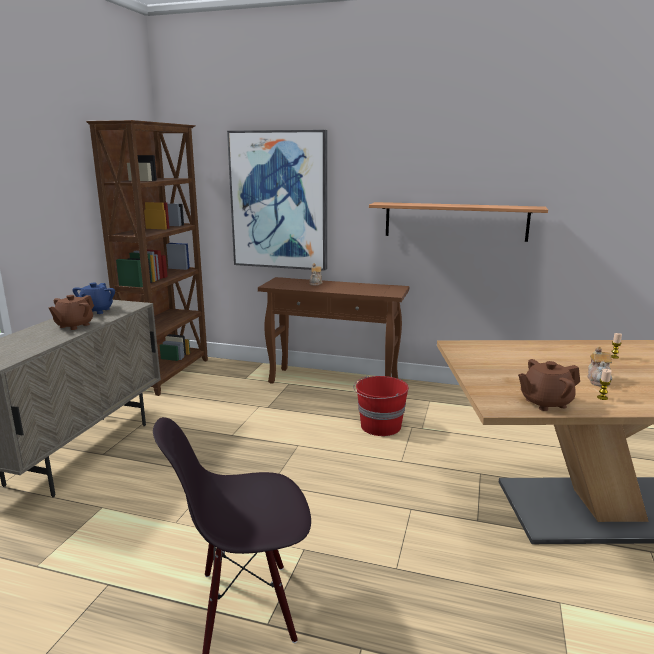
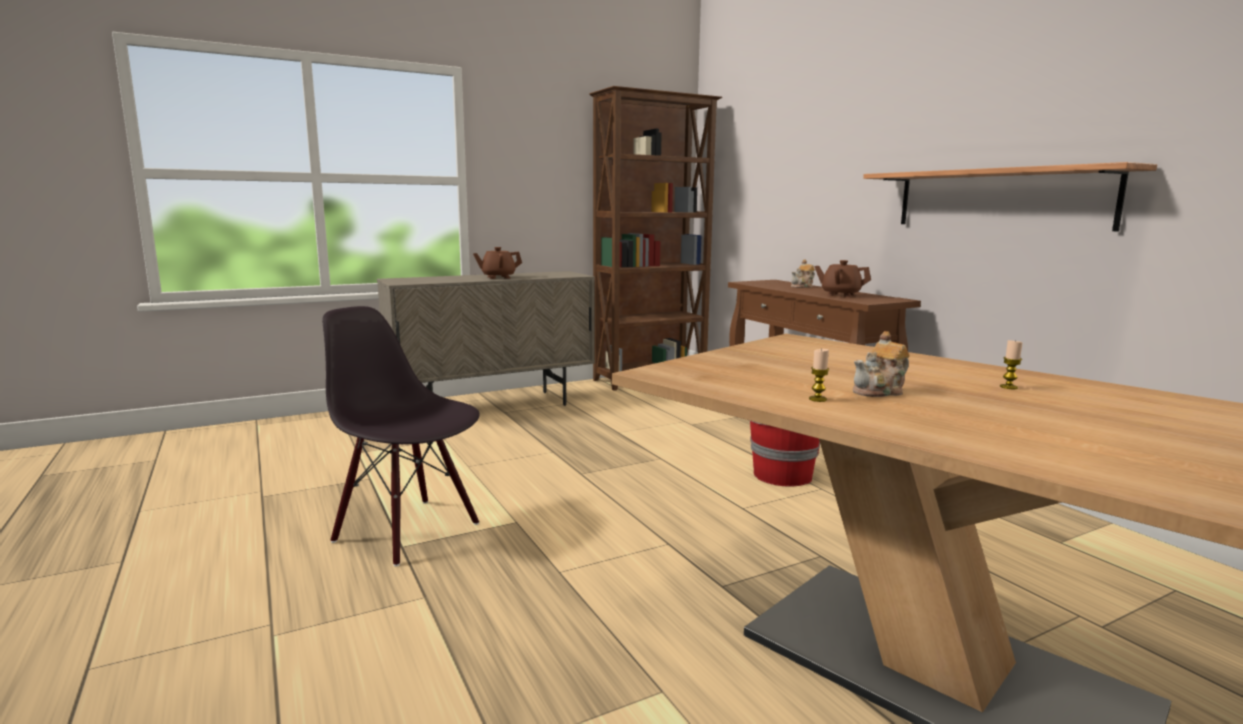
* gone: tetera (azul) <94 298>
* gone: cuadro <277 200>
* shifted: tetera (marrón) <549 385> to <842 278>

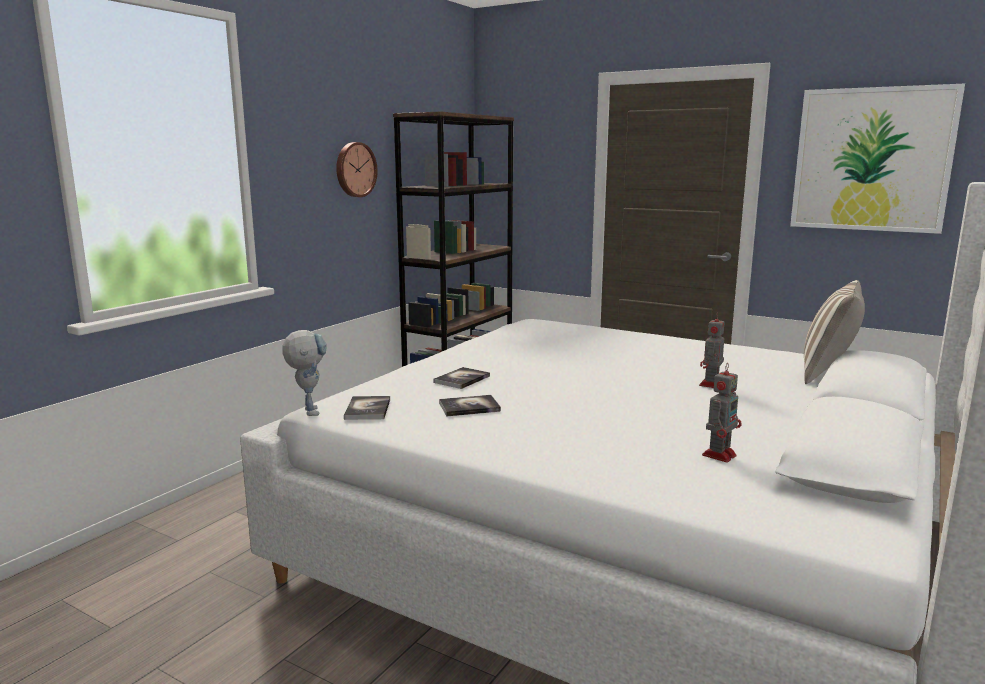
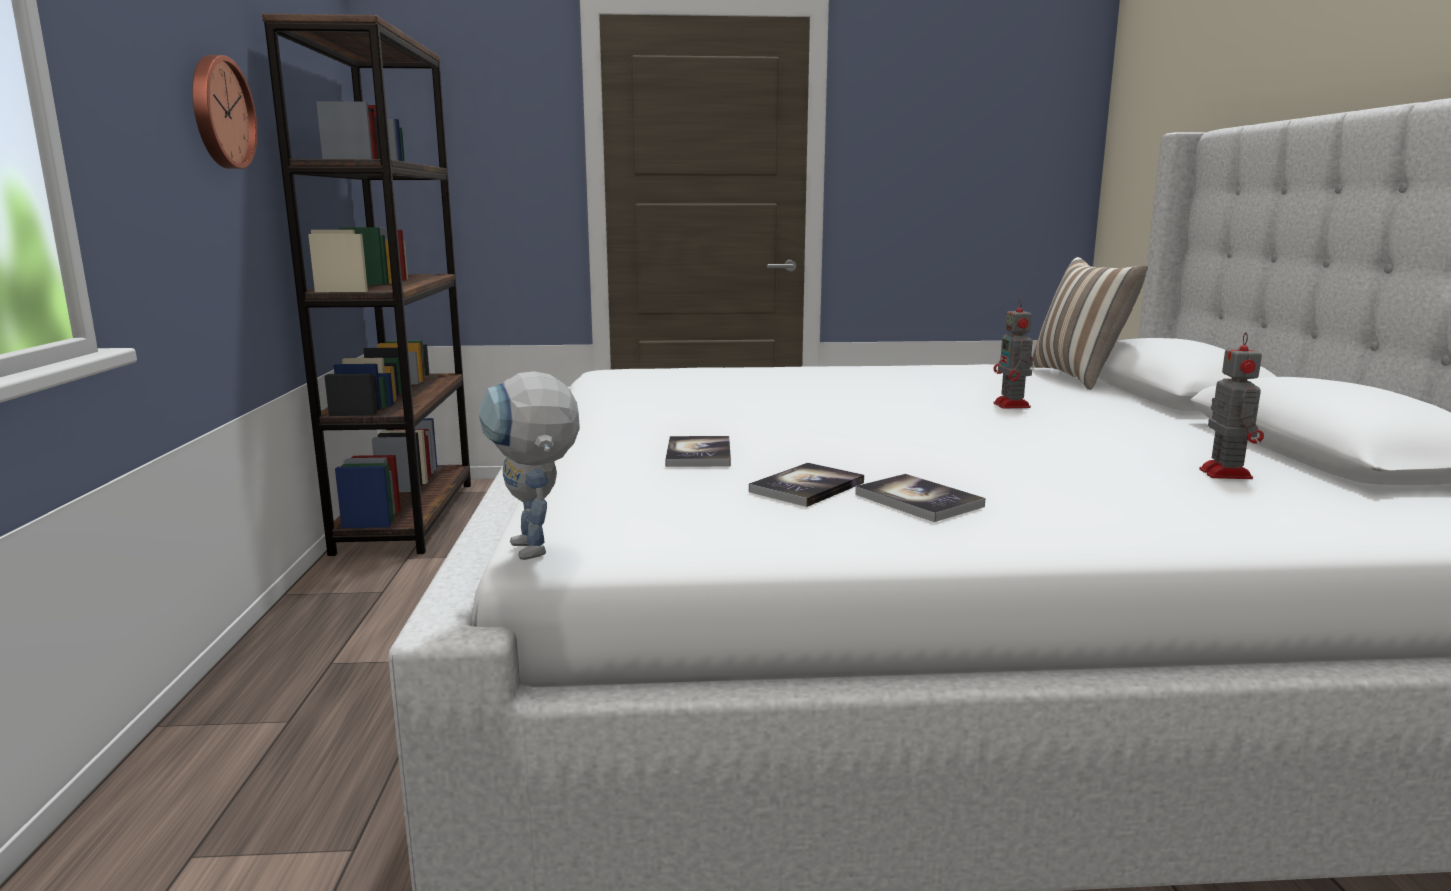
* rotated: robot de juguete <304 373> = <529 465> 150 degrees counterclockwise
* shifted: libro <367 408> to <920 498>
* gone: cuadro <877 159>

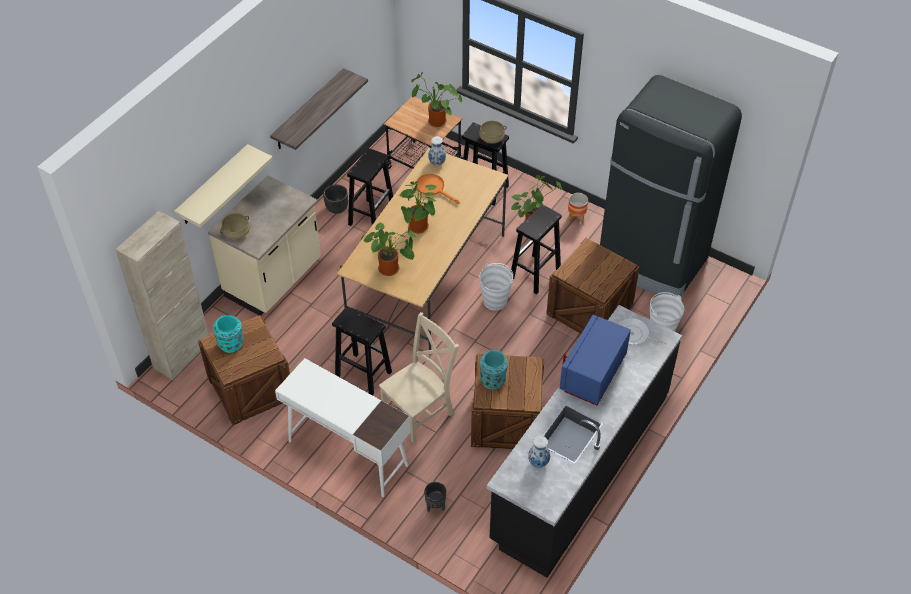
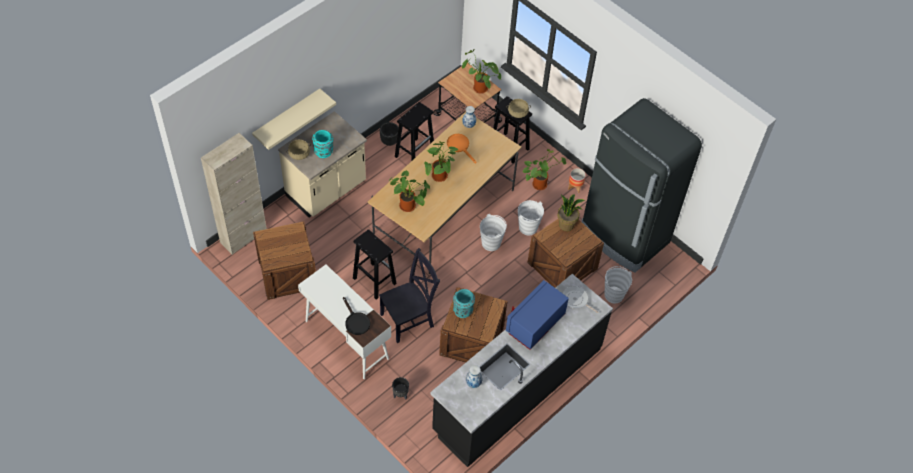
* shifted: florero (turquesa) <228 334> to <322 144>
* gone: estante <319 109>
* repainted: silla (beis) <419 378> to silla (negro) <409 295>
* swapped: taburete (negro) <536 249> to cubo (blanco) <531 217>
* new: sartén (negro) <356 316>
* new: planta en maceta <571 212>

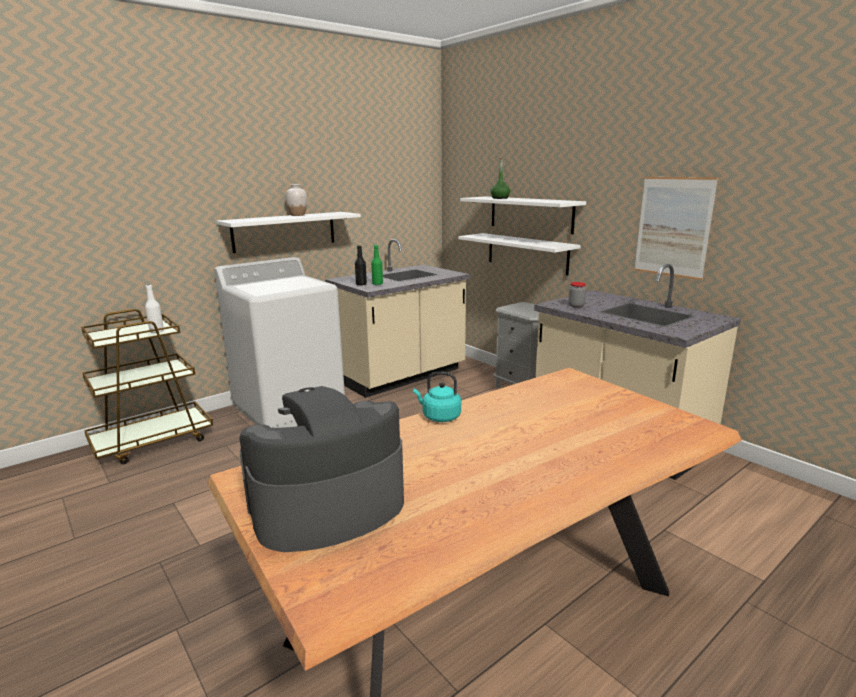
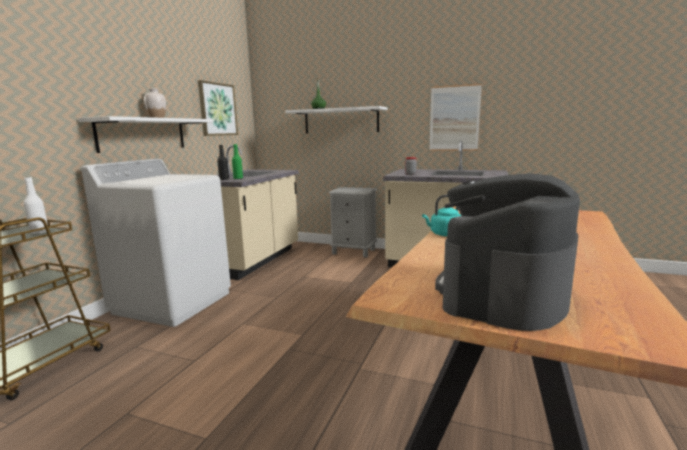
* gone: estante (blanco) <519 254>
* new: cuadro <218 108>

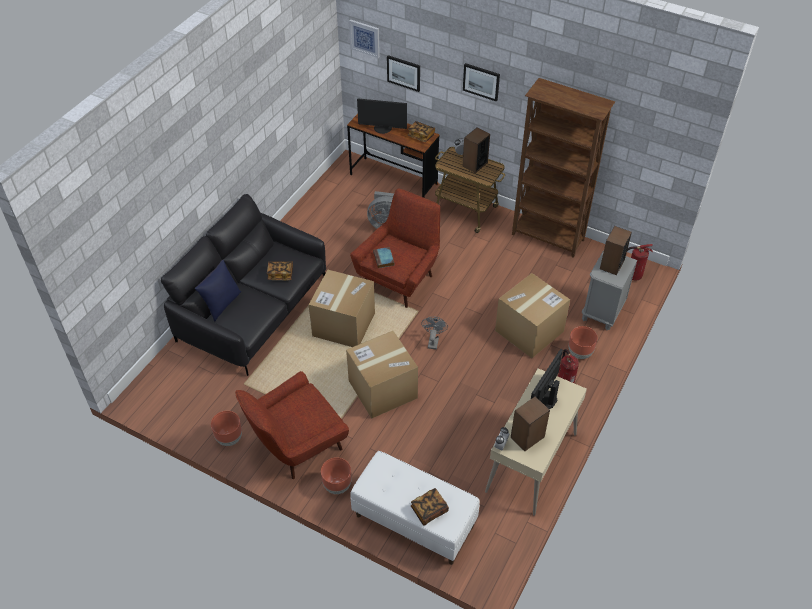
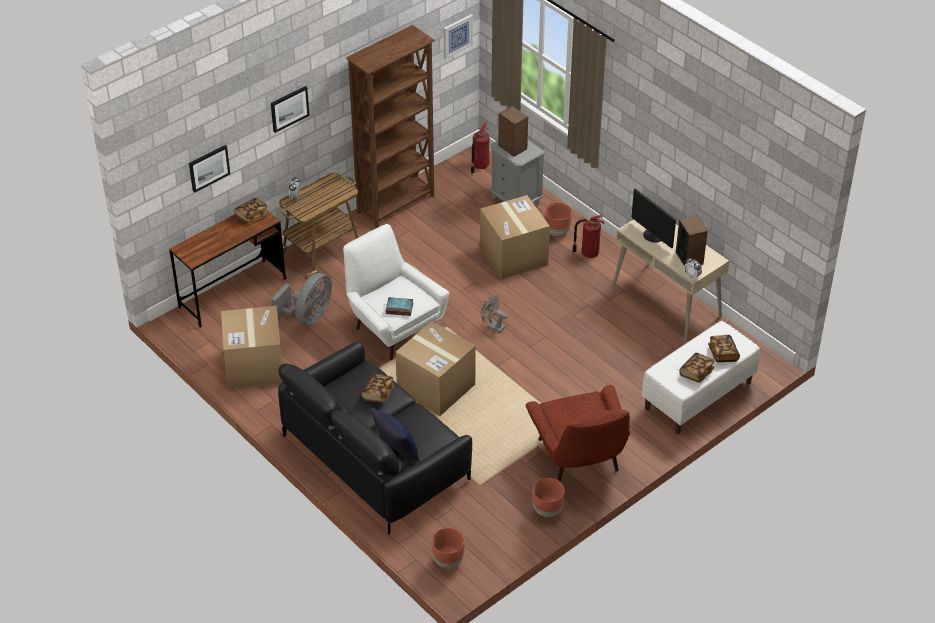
* shifted: maceta (marrón) <336 475> to <448 548>
* shifted: caja de cartón <382 375> to <252 347>
* shifted: cuadro <364 38> to <458 36>
* repainted: sillón (rojo) <395 248> to sillón (blanco) <396 292>
* gone: monitor <382 116>
* gone: altavoz <476 150>
* new: libro <697 368>

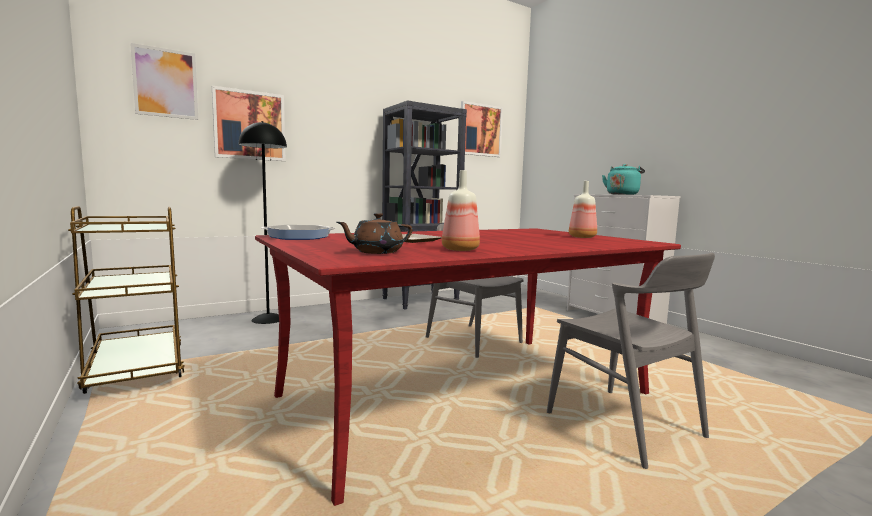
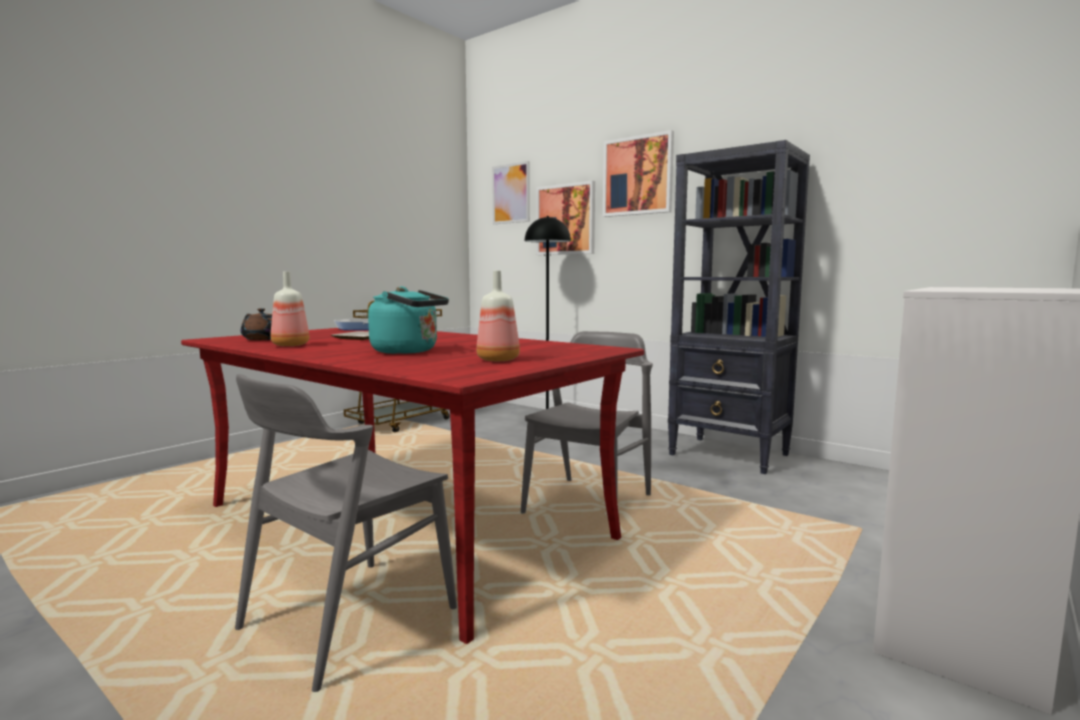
* shifted: cuadro <482 129> to <638 173>
* shifted: hervidor (turquesa) <623 179> to <408 320>

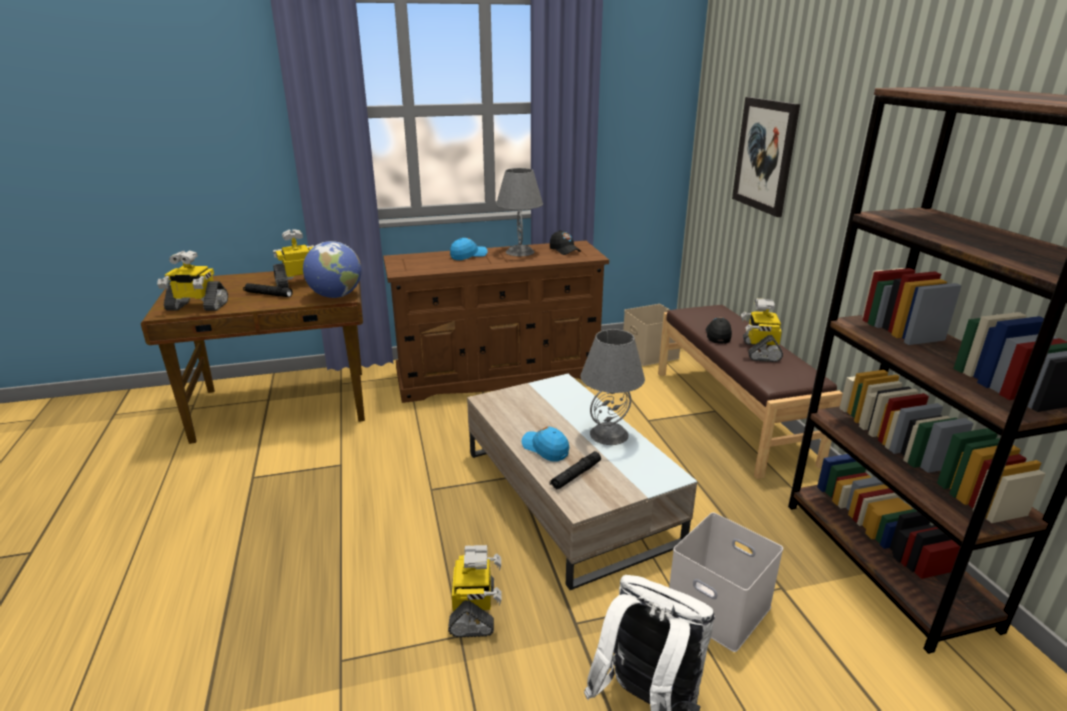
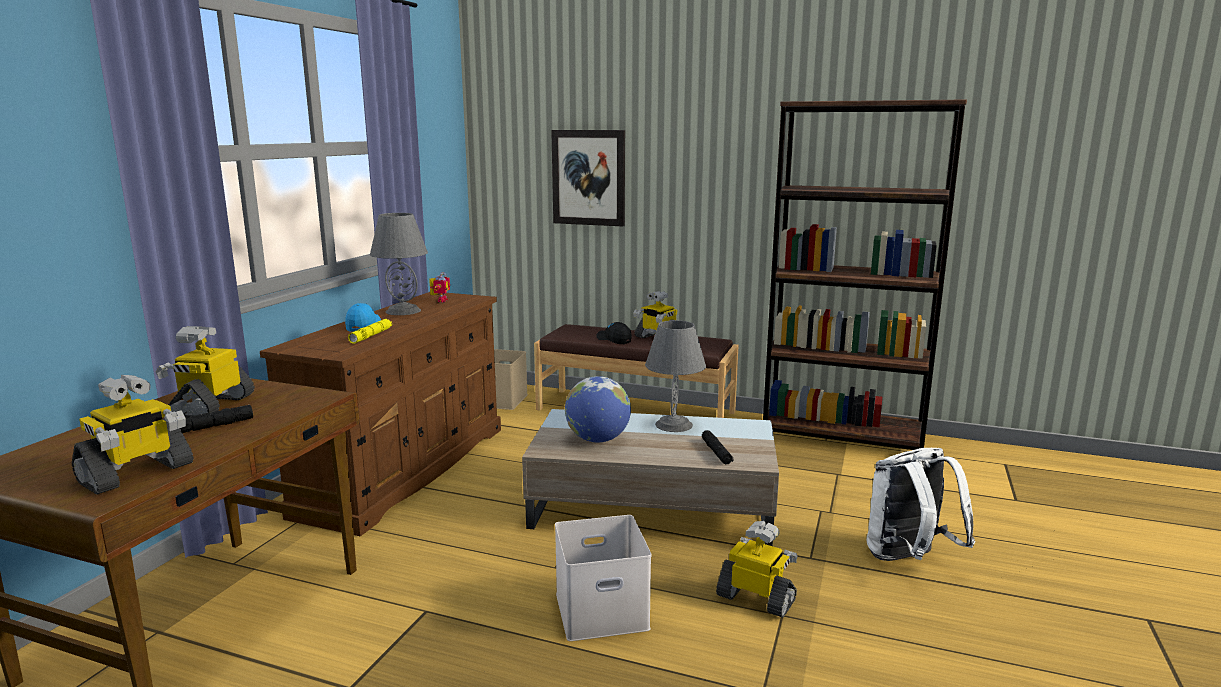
* shifted: globo terráqueo <332 269> to <598 409>
* gone: gorra (azul) <545 444>
* swapped: gorra (negro) <565 242> to robot de juguete <439 287>
* shifted: caja de almacenaje (blanco) <726 582> to <603 578>
* new: linterna (amarillo) <370 331>

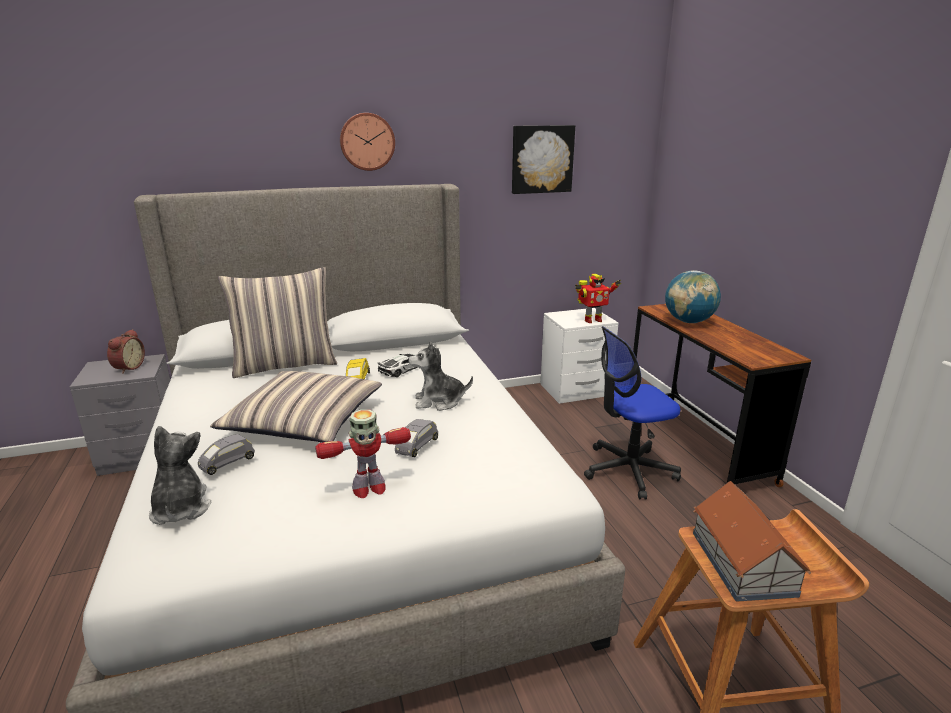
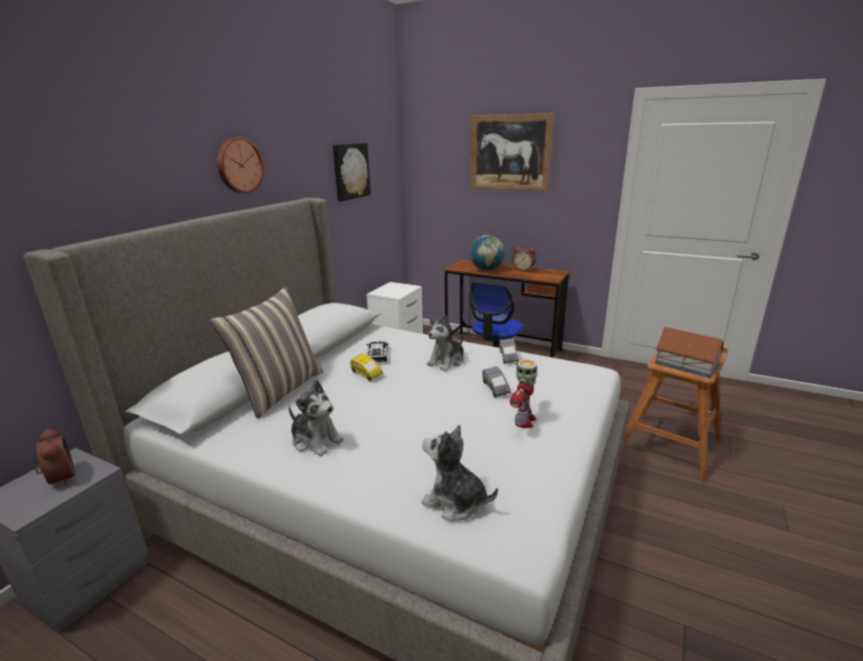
* shifted: coche de juguete (gris) <226 454> to <509 351>
* gone: cojín <296 407>
* gone: robot de juguete <598 298>
* new: peluche <316 418>
* new: cuadro <512 152>
* new: despertador <524 258>

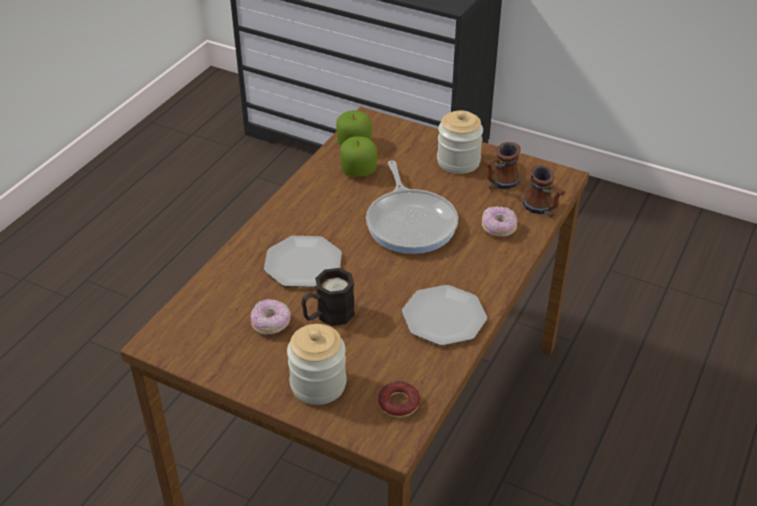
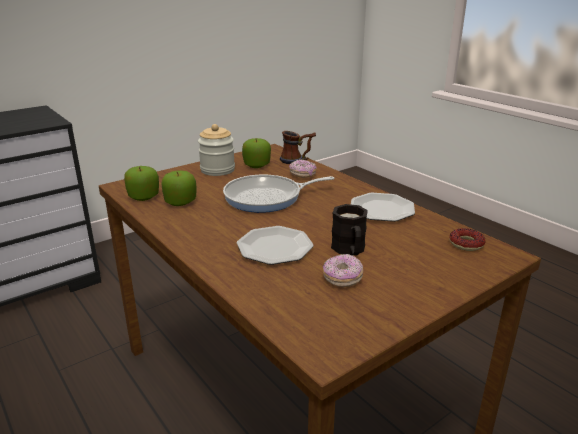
* gone: tarro <316 364>
* rotated: sartén <412 207> = <279 194> 150 degrees clockwise
* swapped: taza grande <502 165> to manzana <256 153>

